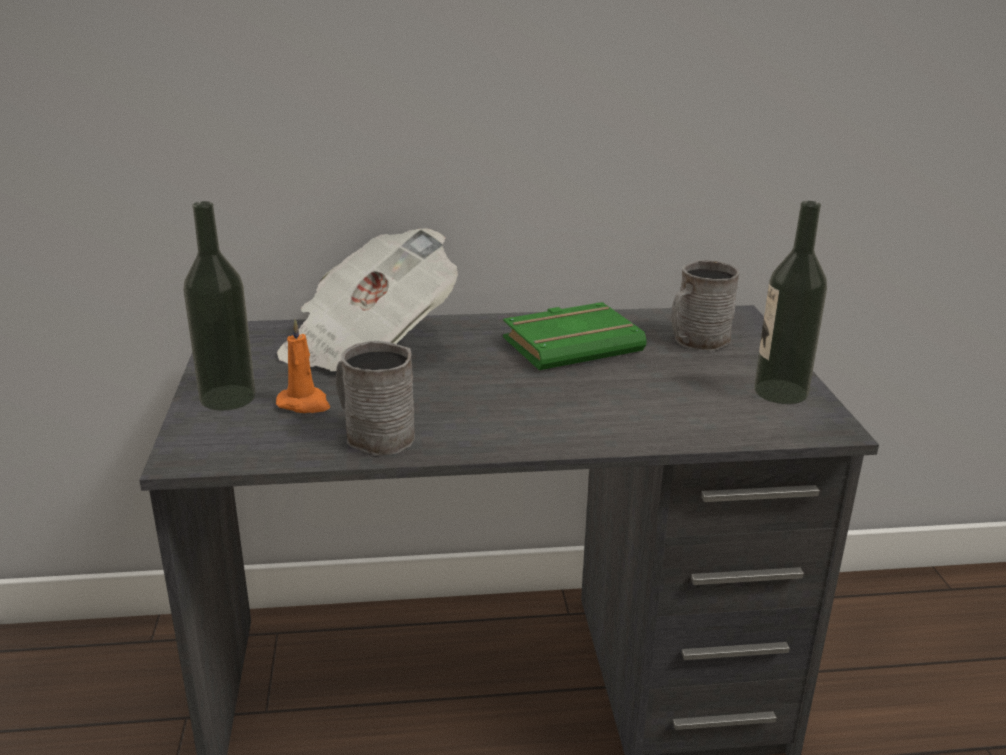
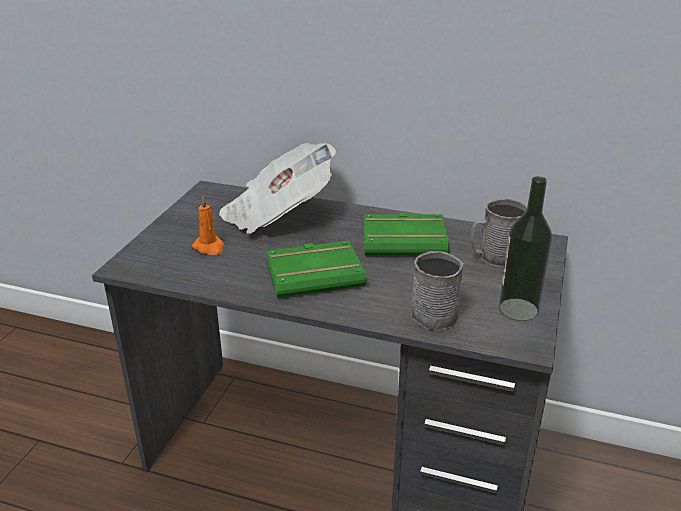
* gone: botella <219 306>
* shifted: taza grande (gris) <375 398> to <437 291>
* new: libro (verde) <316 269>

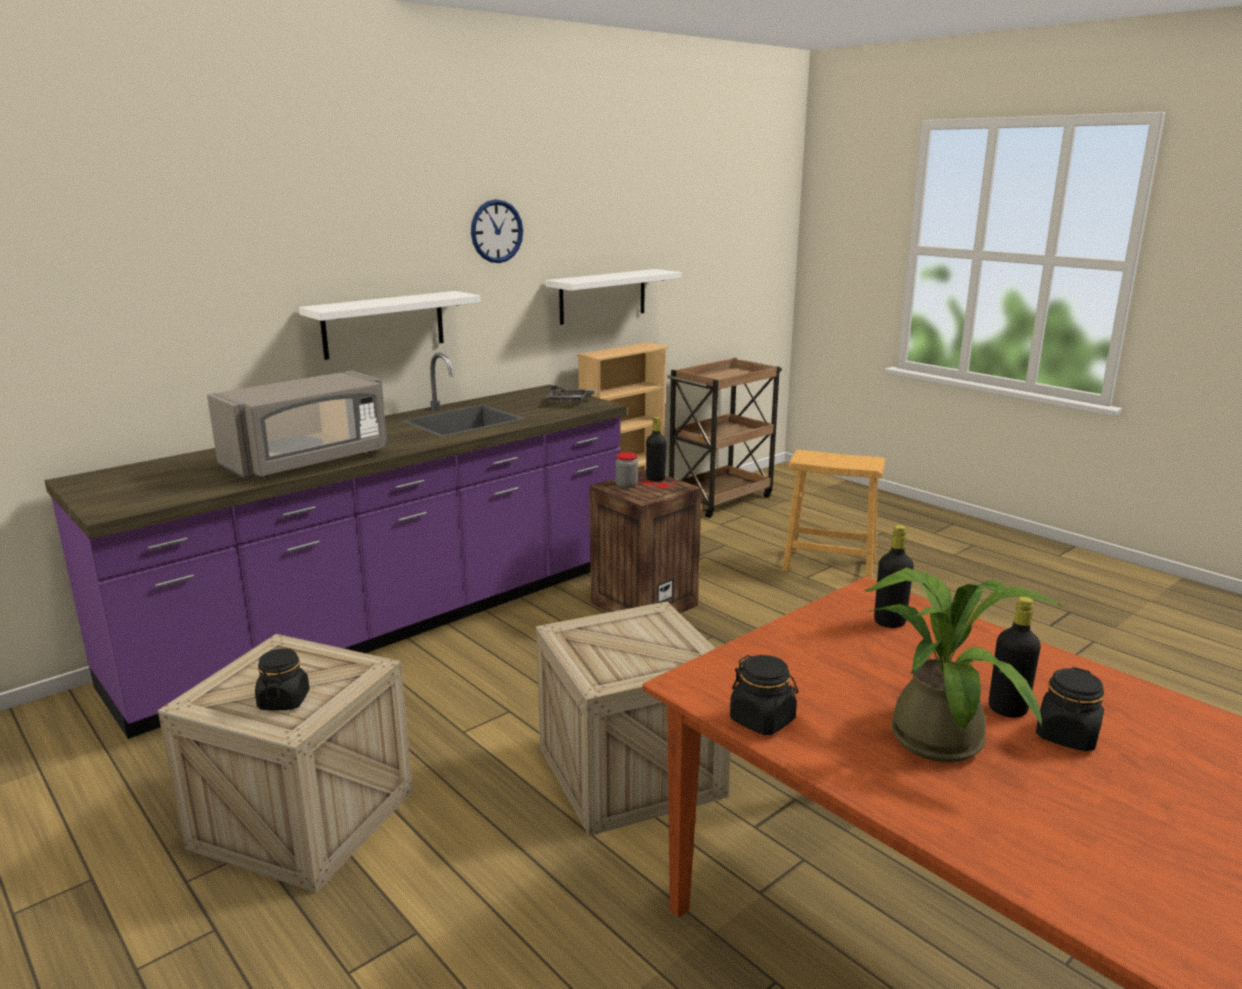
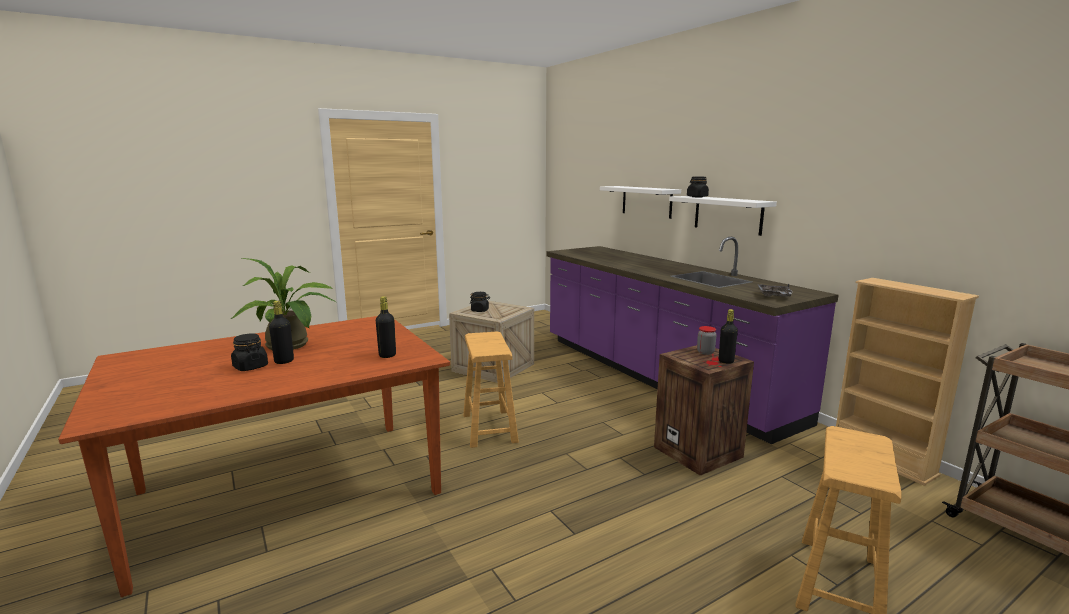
* gone: microondas (gris) <297 424>
* gone: reloj de pared <497 231>
* swapped: caja de embalaje <633 718> to taburete (marrón) <491 389>
* shifted: estante (blanco) <613 297> to <640 202>
* shifted: tarro (negro) <764 695> to <698 187>

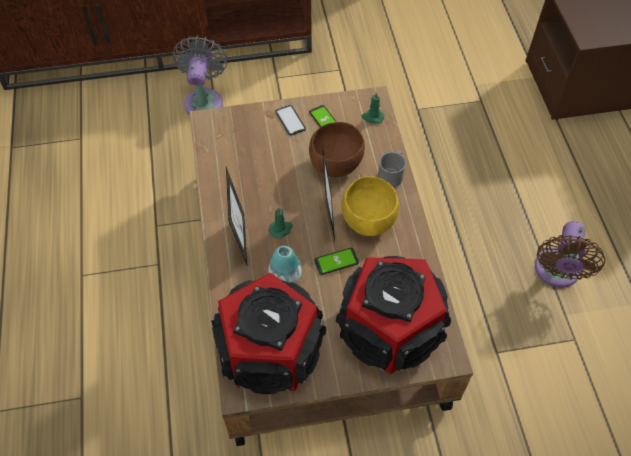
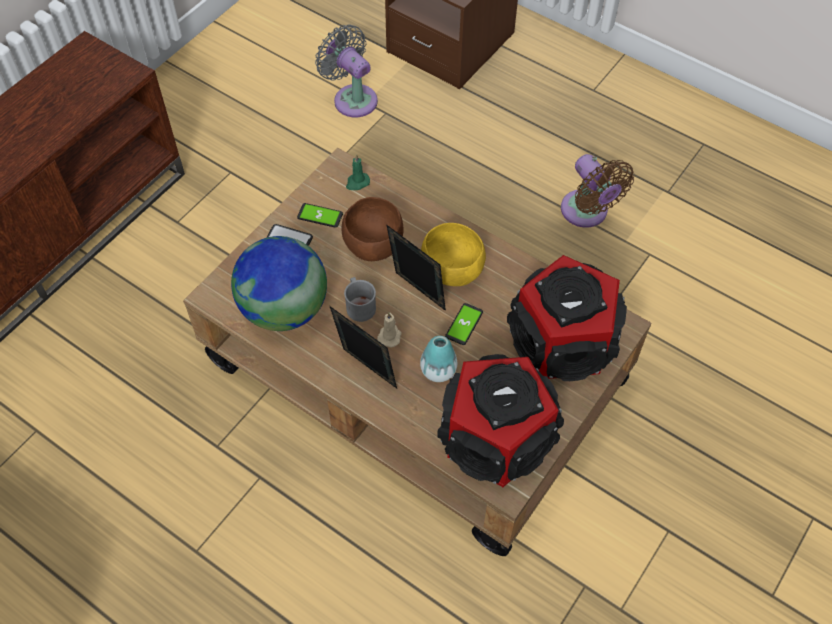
* shifted: ventilador (gris) <200 75> to <346 70>
* repainted: vela (verde) <281 222> to vela (beis) <389 329>
* shifted: taza grande (gris) <392 169> to <360 299>
* new: globo terráqueo <279 283>

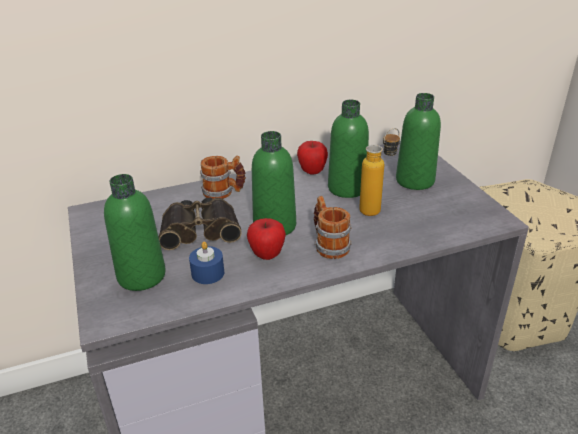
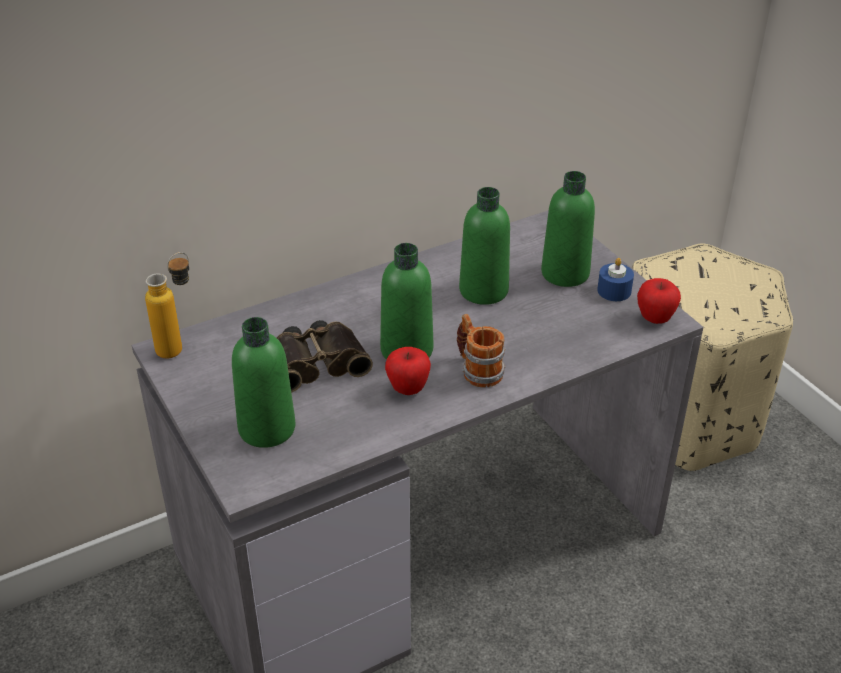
* shifted: vela (azul) <206 263> to <615 279>
* gone: taza grande <223 177>
* shifted: manzana <312 158> to <659 301>
* shifted: botella <379 172> to <167 305>

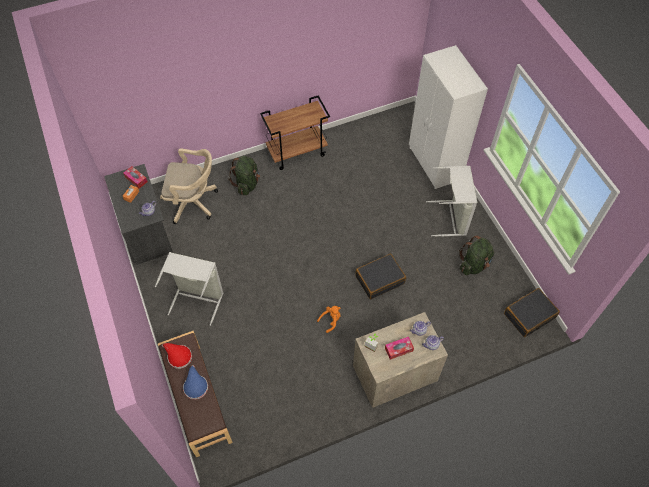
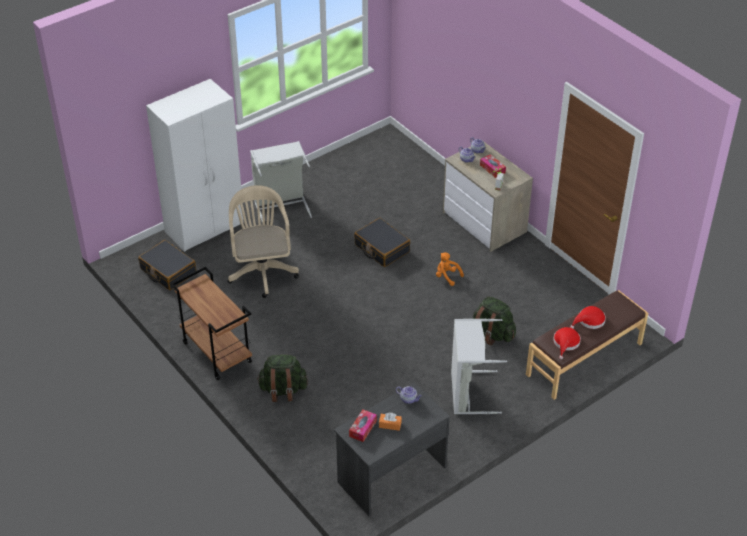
* shifted: silla de oficina (beis) <189 186> to <263 241>
* repainted: sombrero (azul) <195 382> to sombrero (rojo) <588 317>
* shifted: mochila (verde) <476 255> to <494 321>
* shifted: maleta (negro) <532 313> to <167 265>

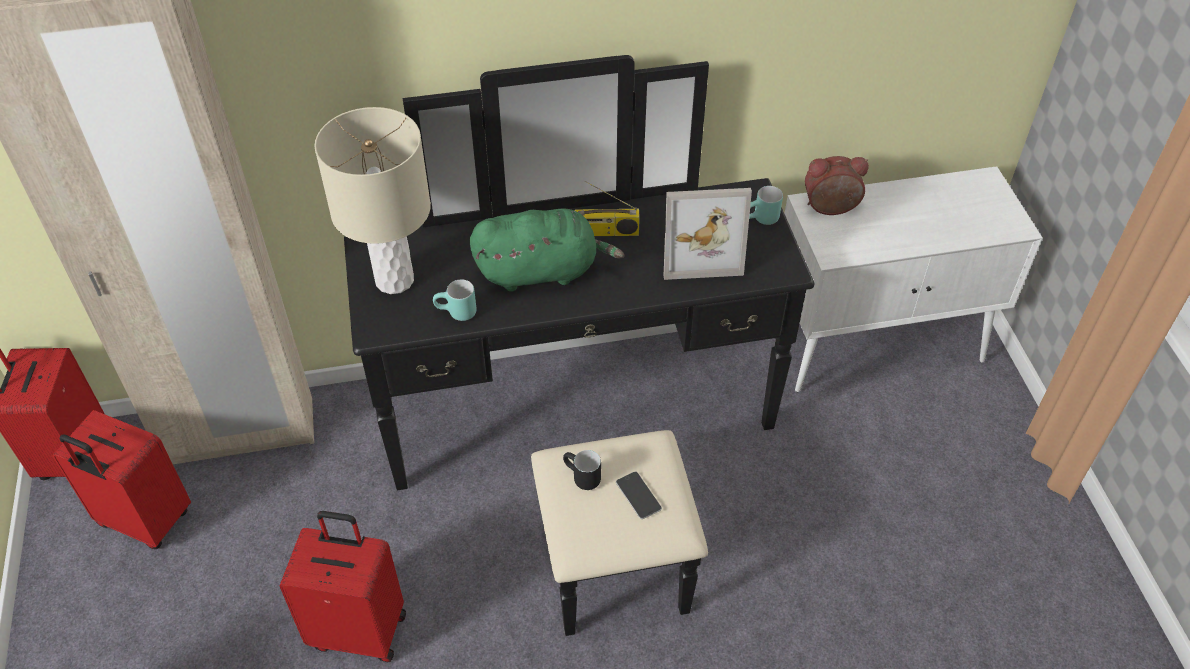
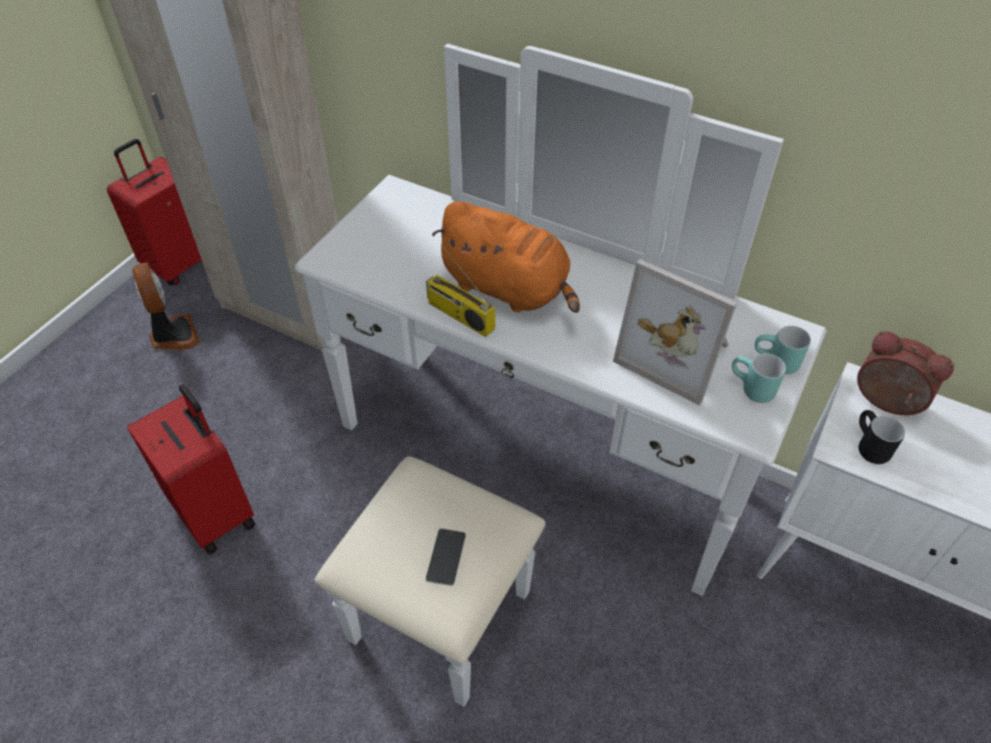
* swapped: maleta (rojo) <122 479> to ventilador <166 306>
* gone: lámpara de mesa (beis) <373 200>
* repainted: cómoda (negro) <579 345> to cómoda (blanco) <561 375>
* shifted: taza grande (turquesa) <454 300> to <759 378>
* repainted: peluche (verde) <547 250> to peluche (naranja) <506 257>
* shifted: taza grande (negro) <582 470> to <882 437>
* shifted: radio <607 208> to <460 291>

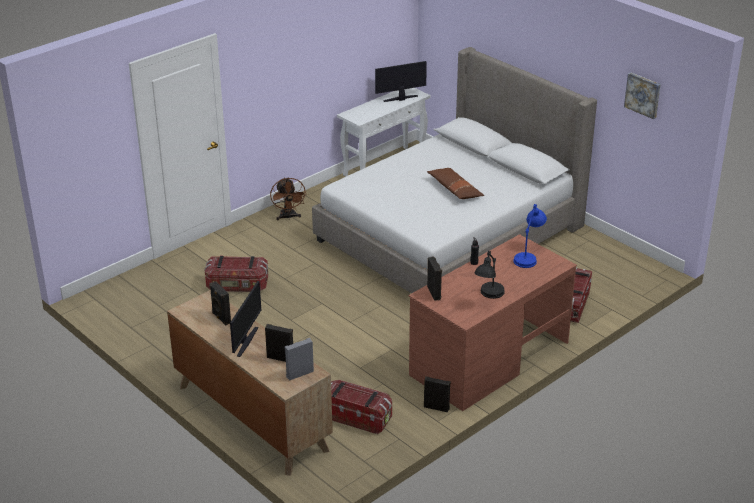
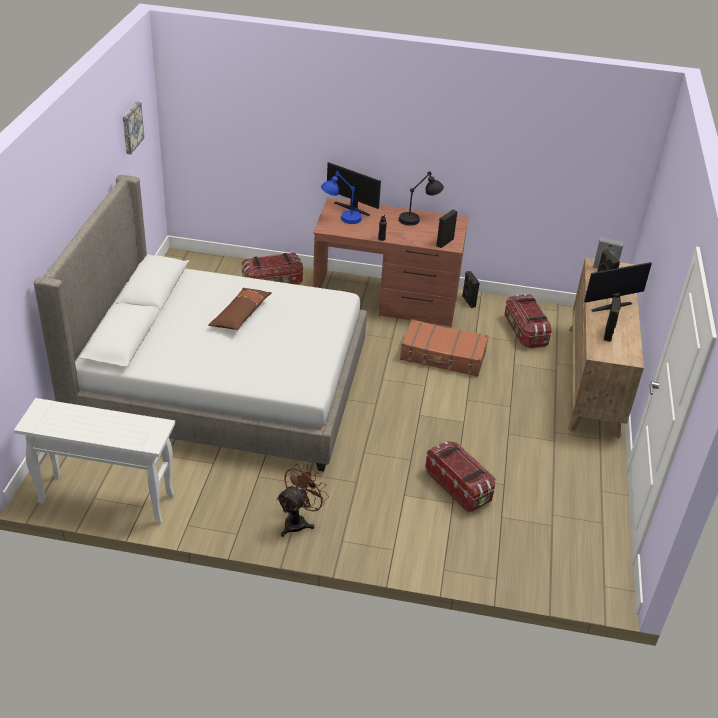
* shifted: monitor <401 81> to <354 189>
* new: maleta (marrón) <444 348>

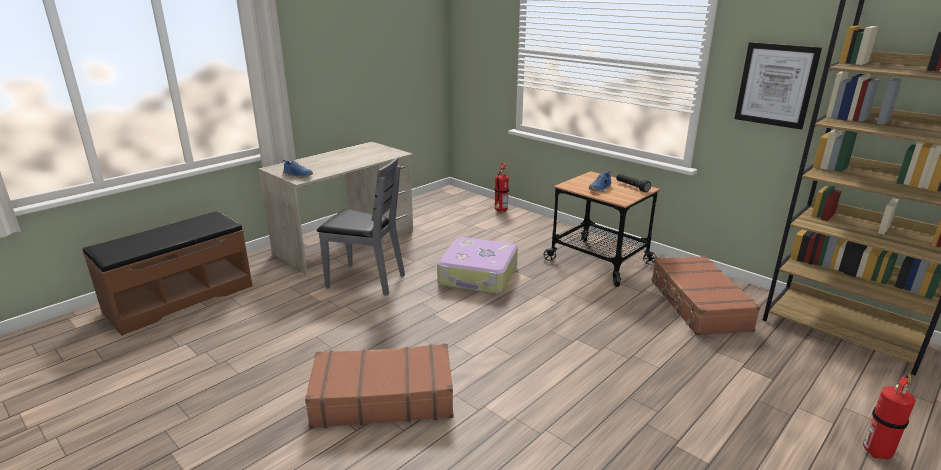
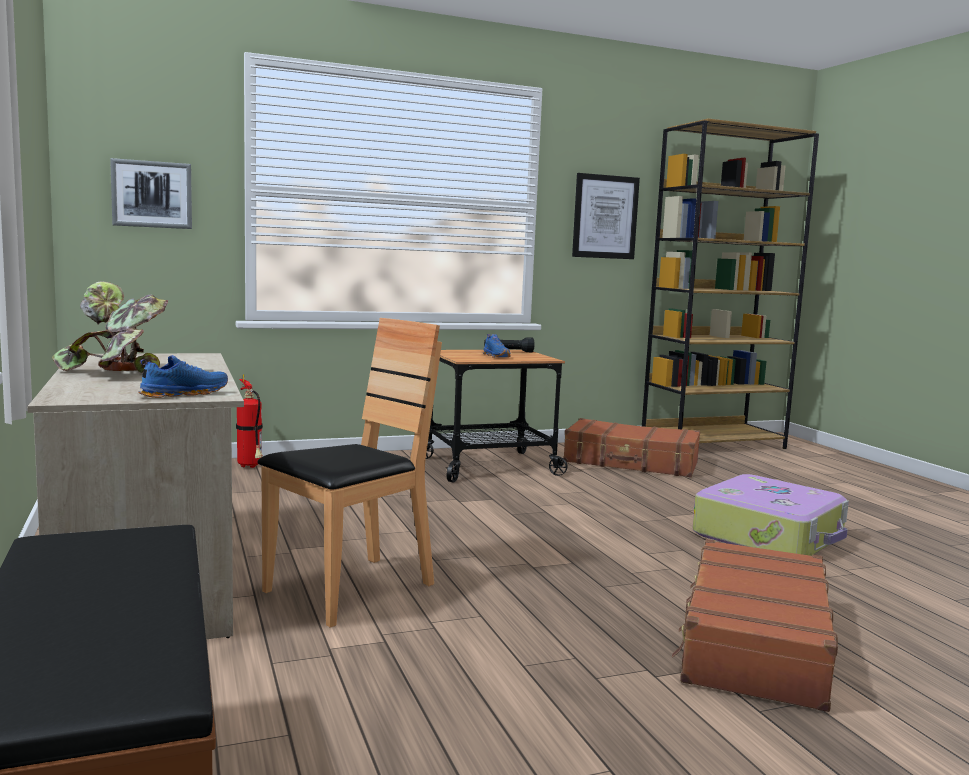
* repainted: silla (gris) <361 226> to silla (marrón) <350 473>
* shifted: maleta <477 265> to <771 515>
* gone: extintor <889 416>
* new: planta en maceta <110 327>
* new: cuadro <151 193>

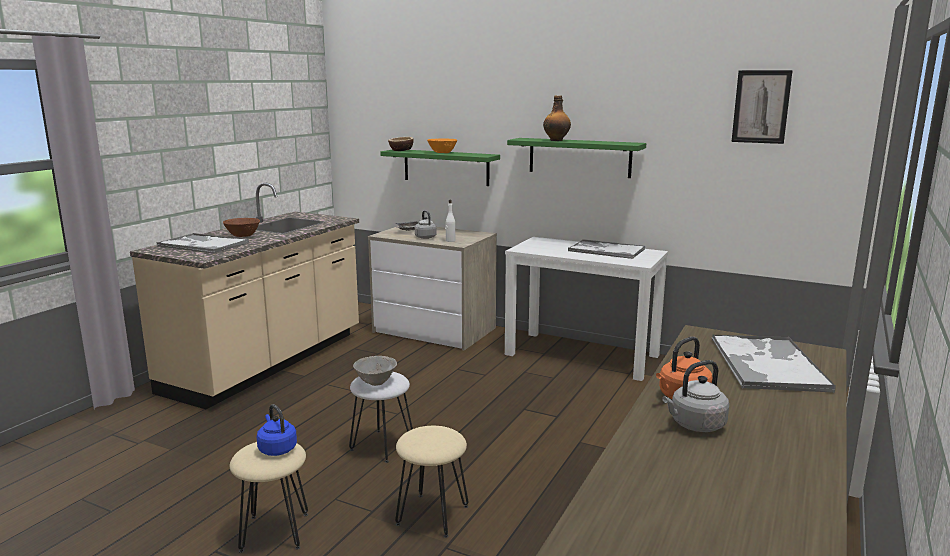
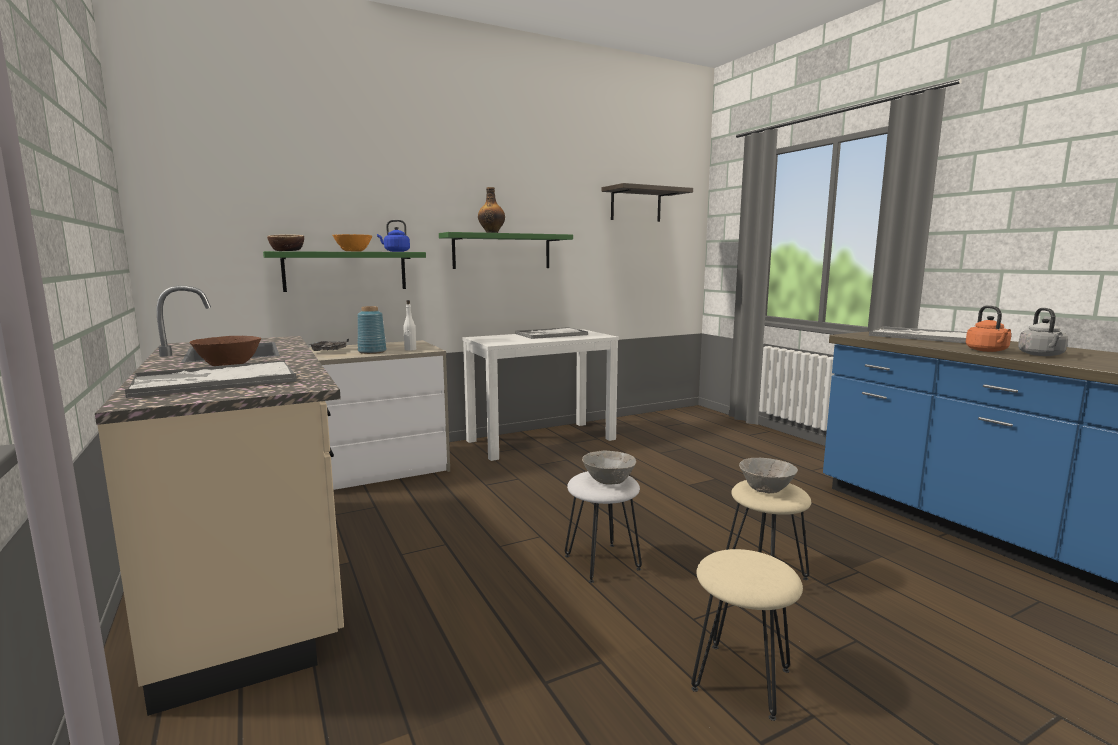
* shifted: hervidor (azul) <277 430> to <393 236>
* swapped: hervidor (gris) <426 224> to florero (azul) <372 330>
* swapped: cuadro <762 107> to estante <647 202>
* new: cuenco (gris) <768 475>

